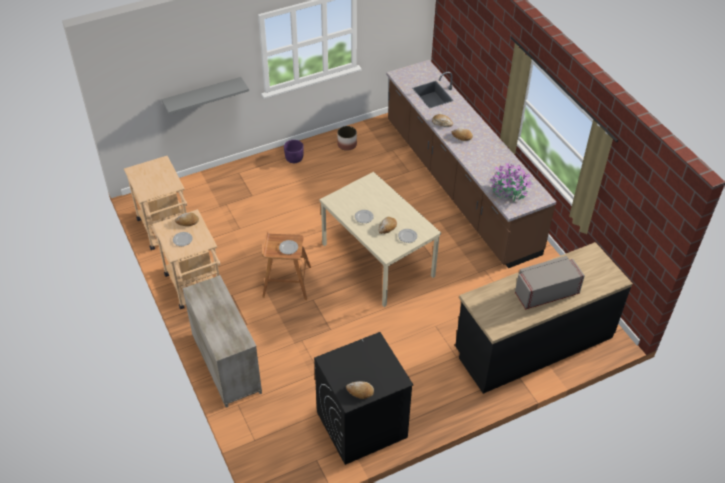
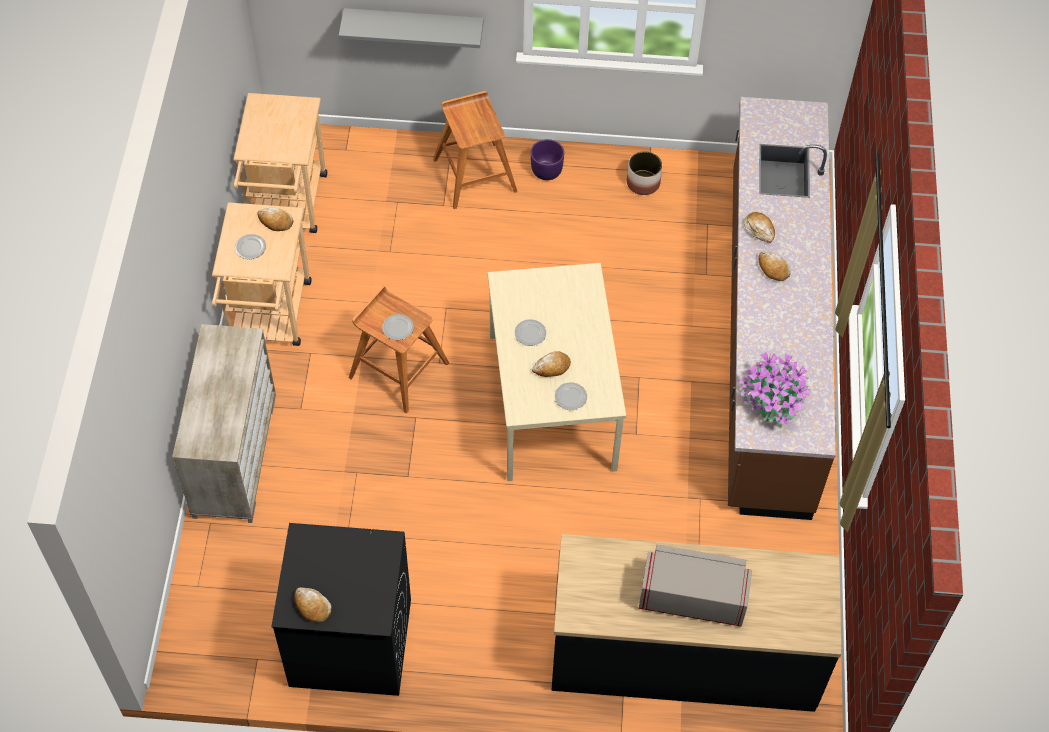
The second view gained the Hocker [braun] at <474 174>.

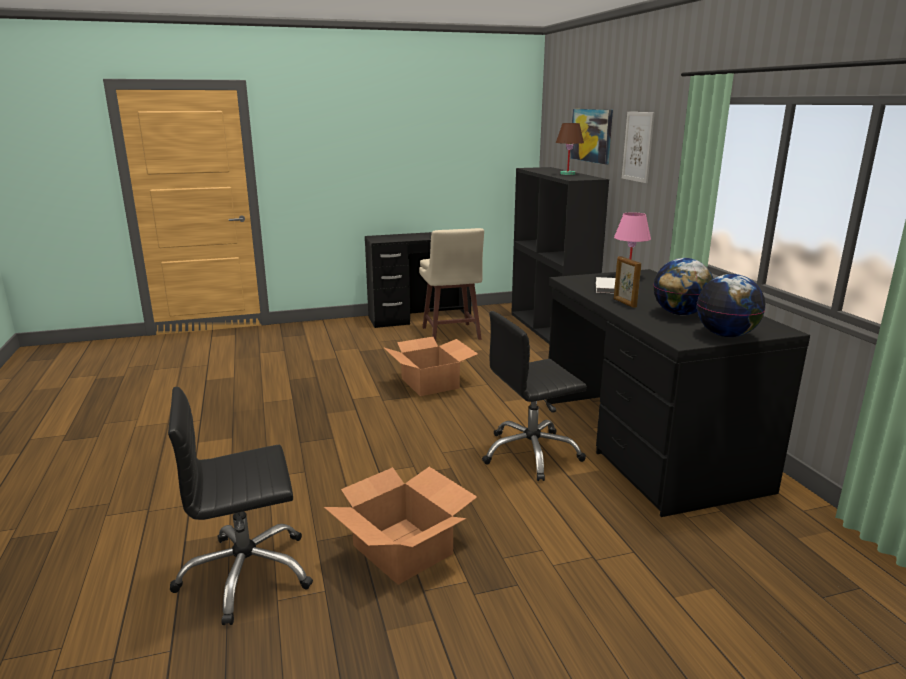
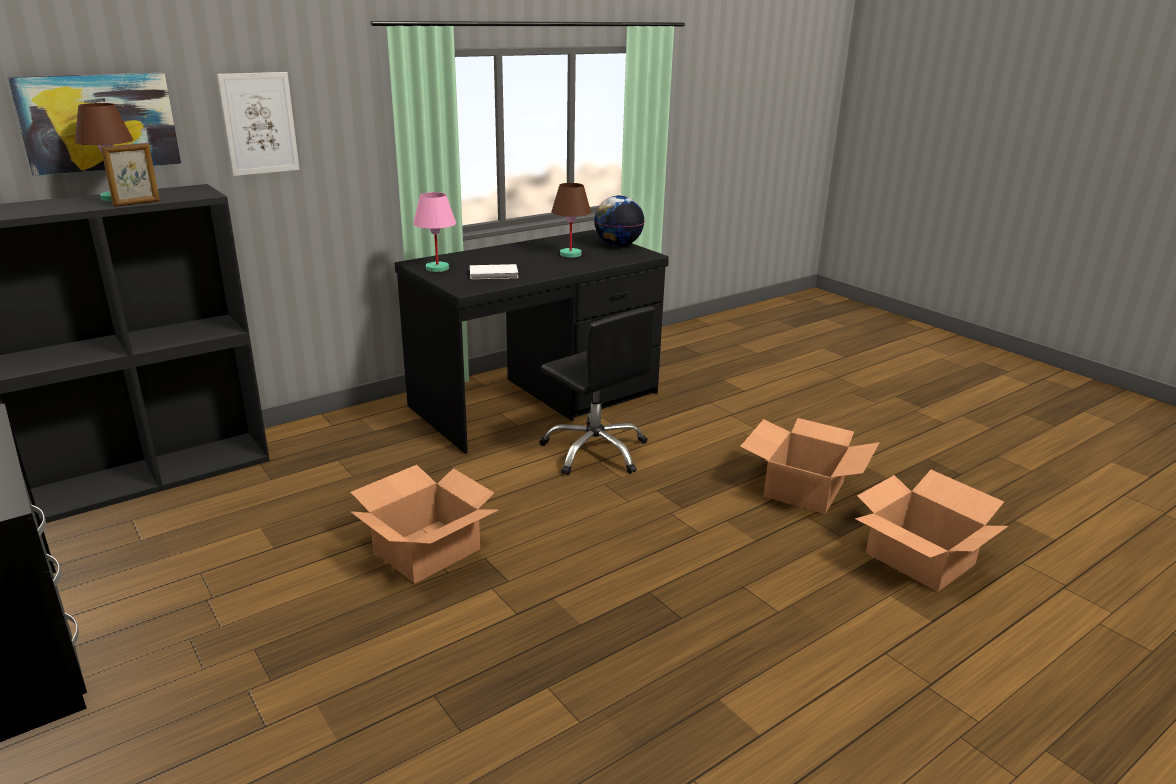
The second view lost the Hocker [beige] at <451 334>. The Bilderrahmen ended up elsewhere, having gone from <624 303> to <137 203>. Where the Globus stood at <679 314>, the Tischlampe [braun] came to stand at <571 254>. Where the Bürostuhl [schwarz] stood at <246 574>, the Karton came to stand at <919 559>.

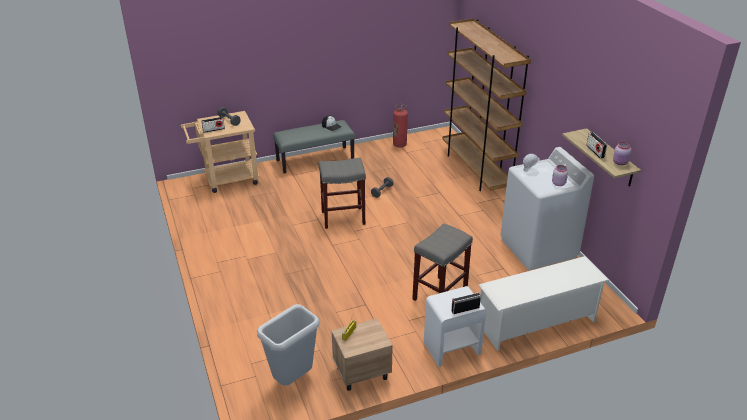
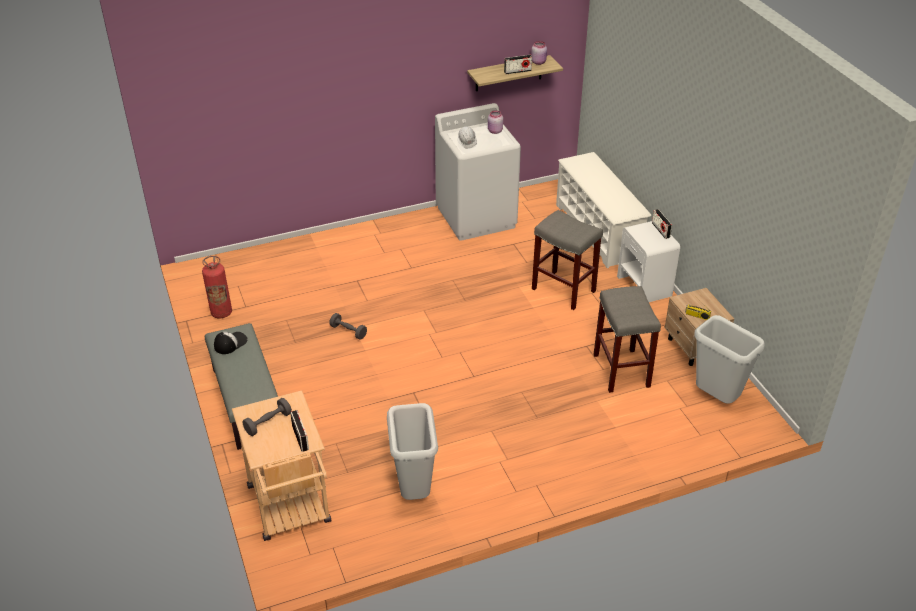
The second view lost the Bücherregal [braun] at <476 170>. The Hocker [grau] ended up elsewhere, having gone from <343 217> to <620 370>. The second view gained the Mülleimer [grau] at <415 491>.

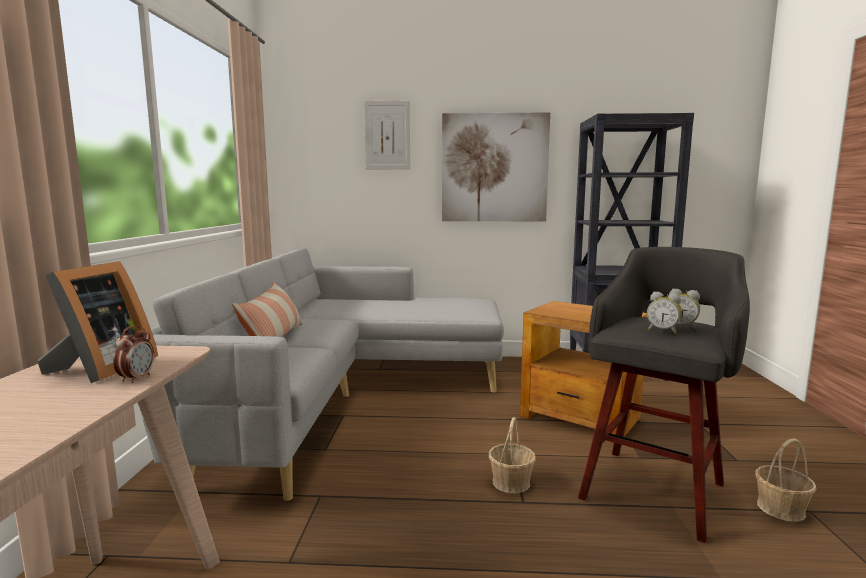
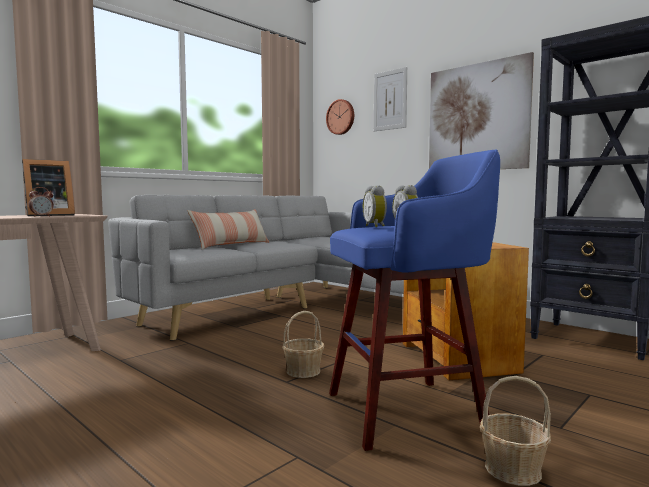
What was the Hocker [grau] at <654 488> turned into the Hocker [blau] at <409 411>. The second view gained the Wanduhr at <341 117>.

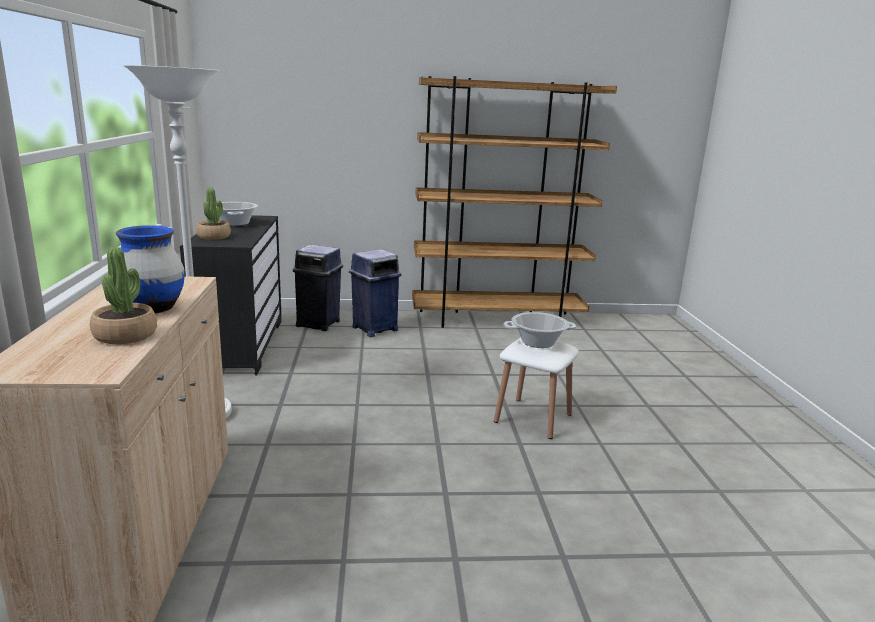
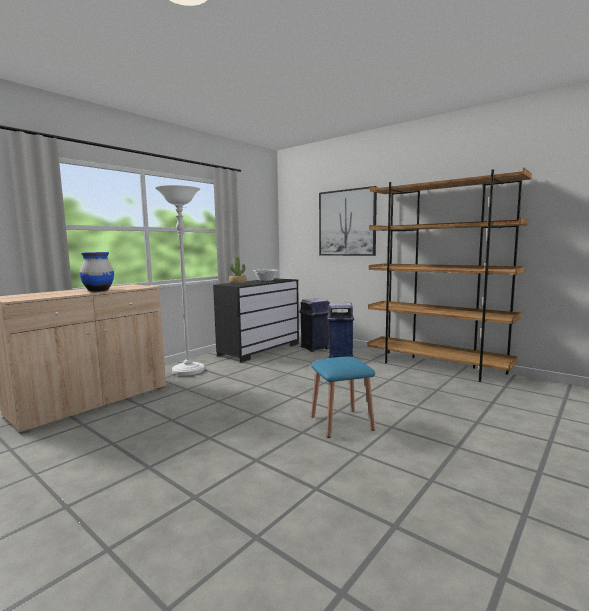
The second view lost the Topfpflanze at <125 335>. The second view lost the Kochtopf at <538 342>. What was the Hocker [weiß] at <533 418> turned into the Hocker [blau] at <341 423>. The second view gained the Bild at <347 223>.

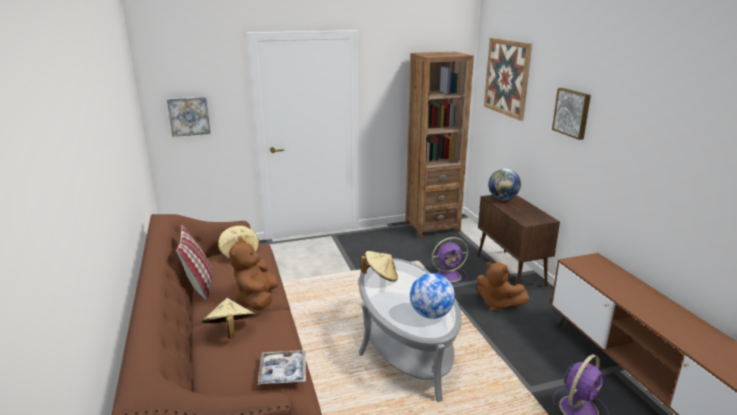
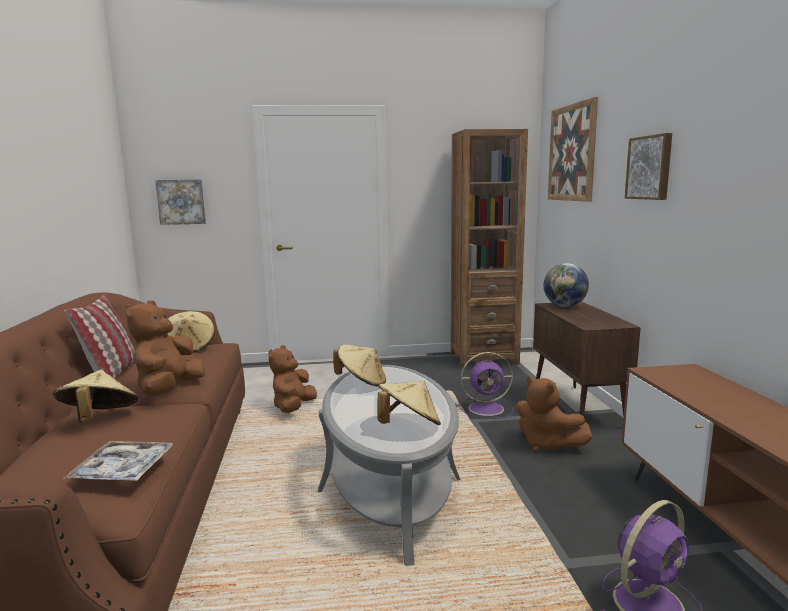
Where the Globus stood at <431 314>, the Hut [beige] came to stand at <409 426>. The second view gained the Plüschtier [braun] at <293 407>.

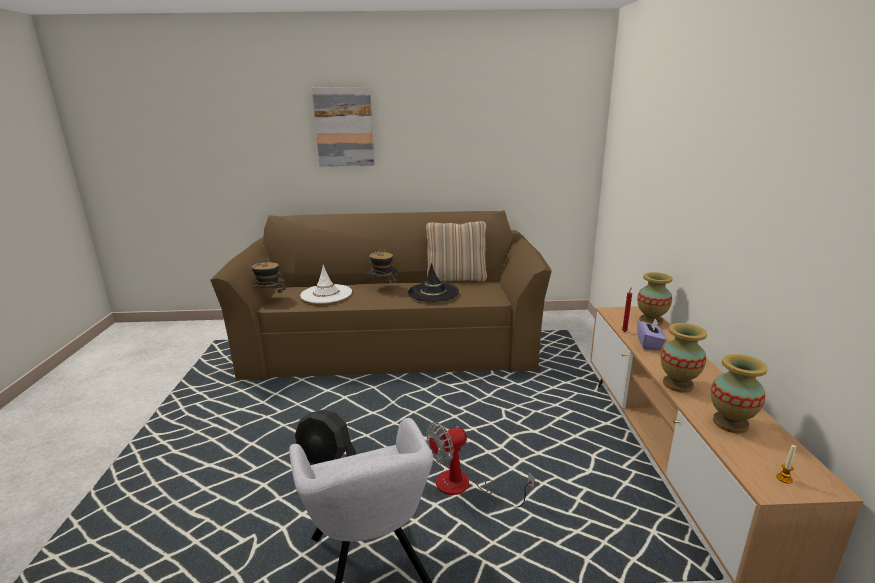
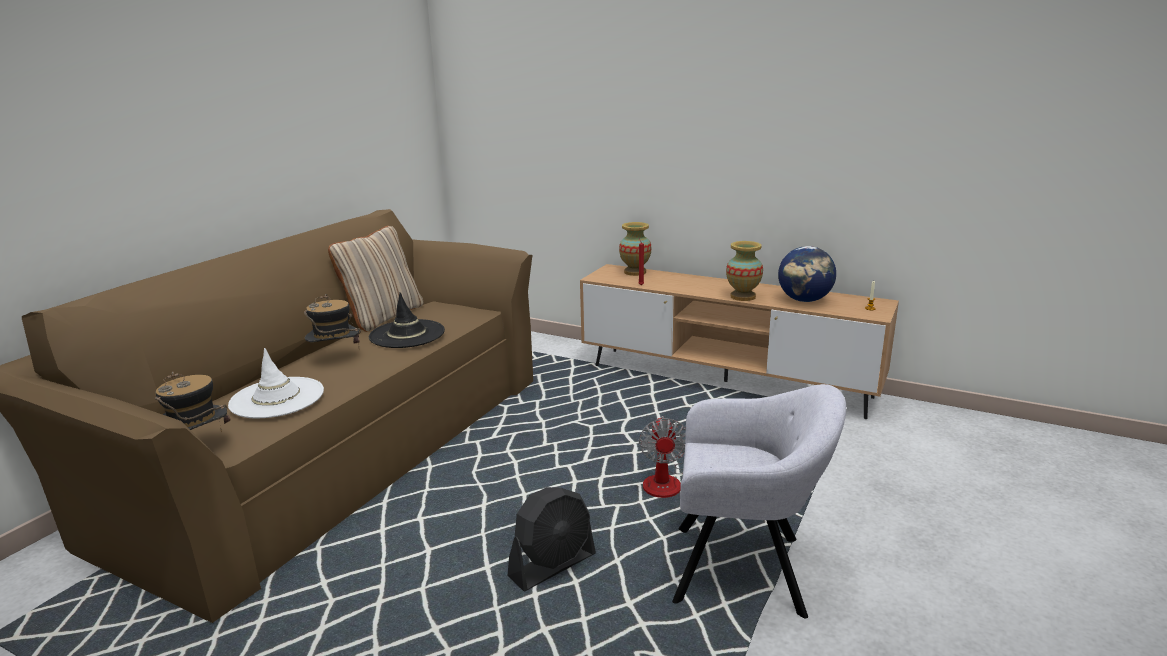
The second view lost the Bild at <344 127>. The second view lost the Taschentuchbox [lila] at <649 344>. Where the Vase stood at <730 424>, the Globus came to stand at <804 300>.

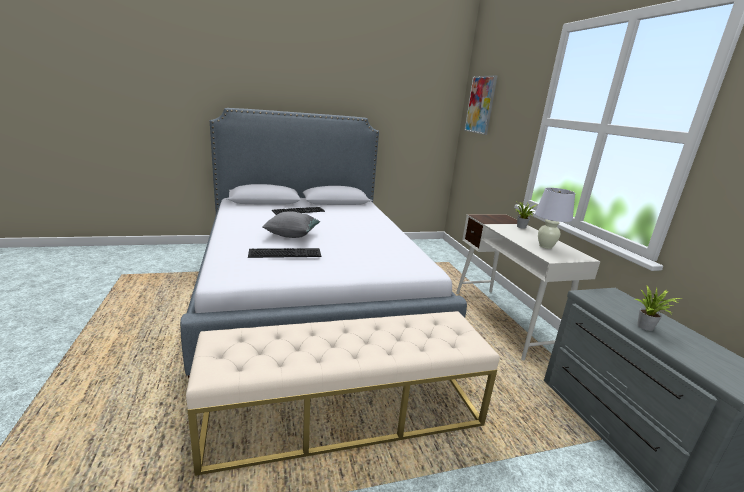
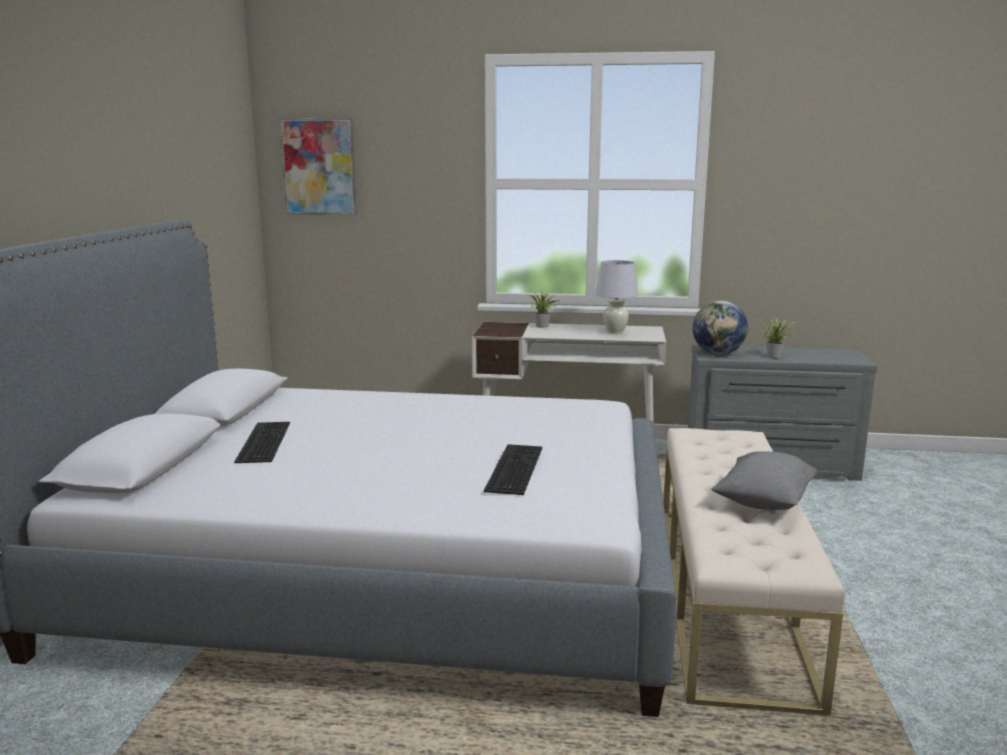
The Kissen [grau] ended up elsewhere, having gone from <291 235> to <764 502>. The second view gained the Globus at <718 354>.

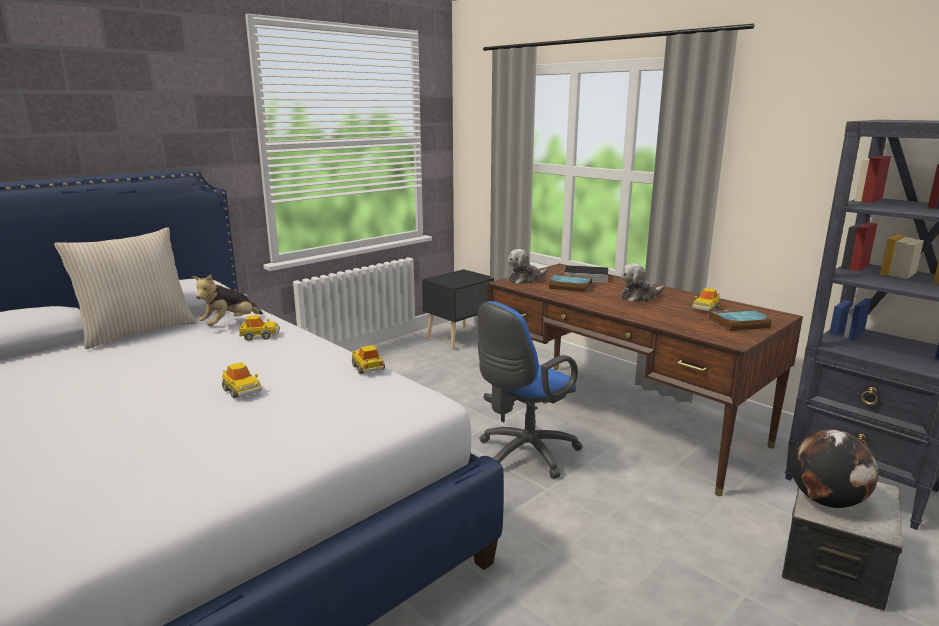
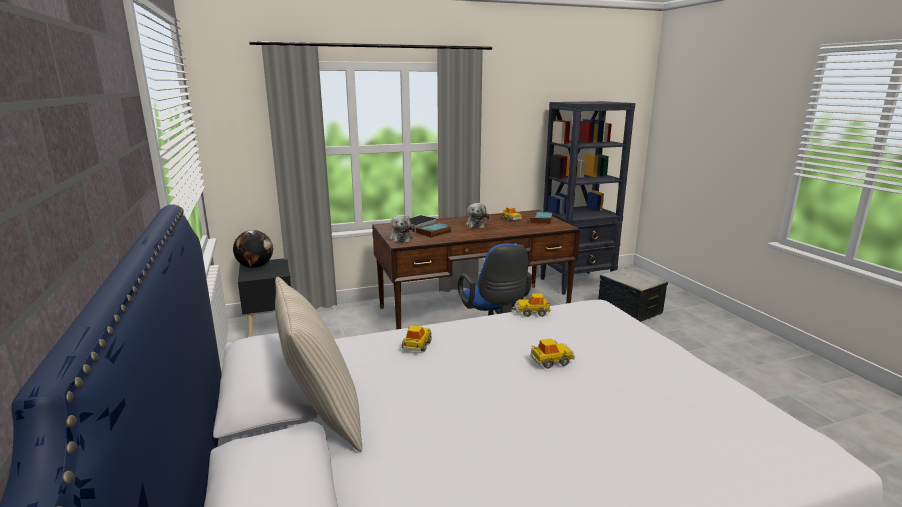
The second view lost the Plüschtier at <230 324>. The Globus ended up elsewhere, having gone from <826 500> to <255 266>.

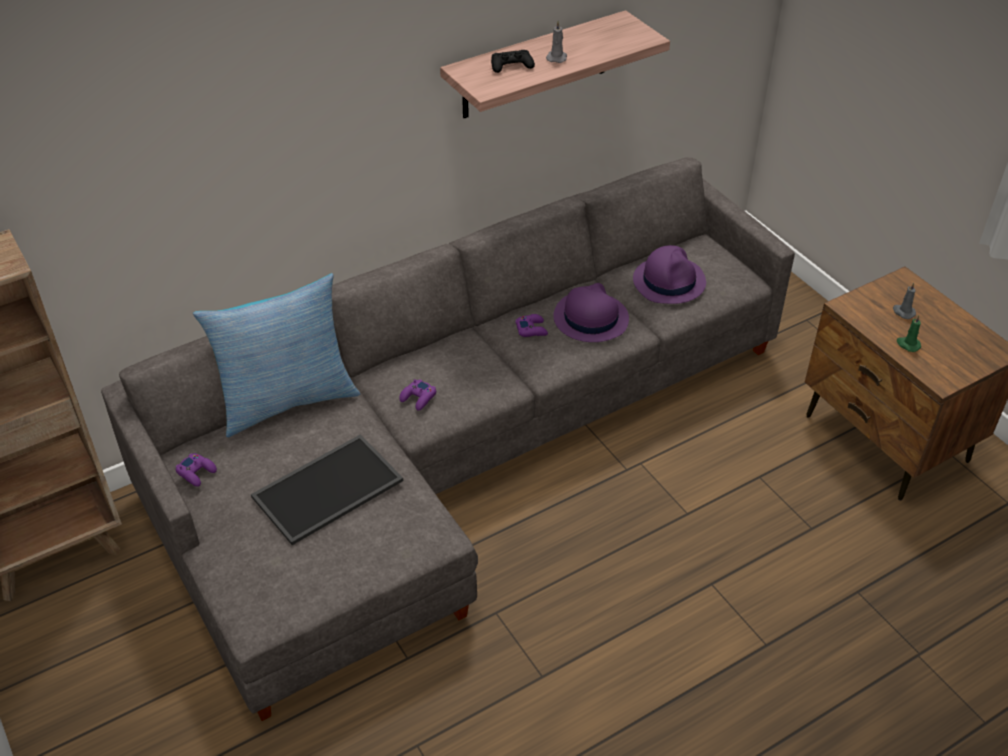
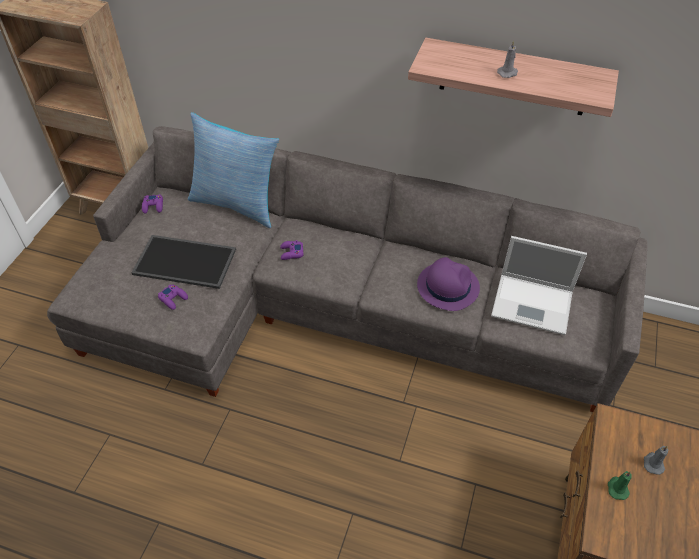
The second view lost the Gamepad [schwarz] at <511 65>. Where the Hut [lila] stood at <669 281>, the Laptop came to stand at <533 304>. The Gamepad [lila] ended up elsewhere, having gone from <531 329> to <173 299>.

